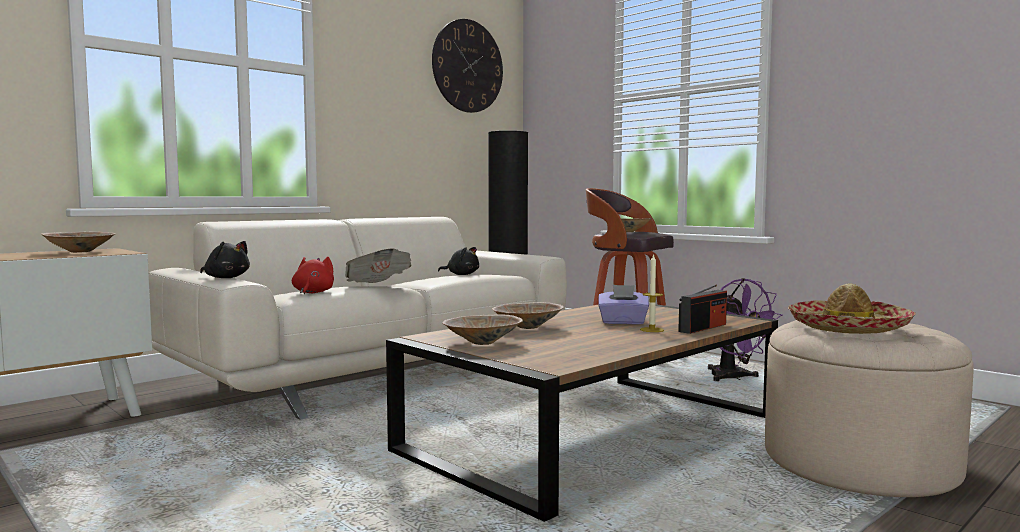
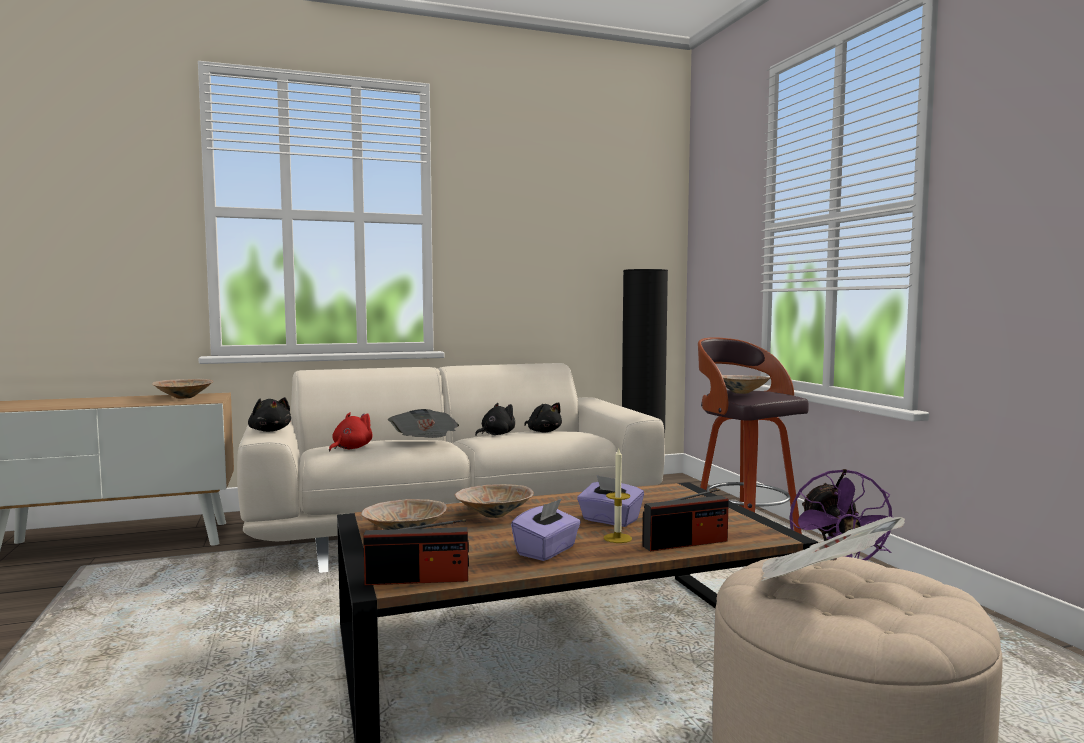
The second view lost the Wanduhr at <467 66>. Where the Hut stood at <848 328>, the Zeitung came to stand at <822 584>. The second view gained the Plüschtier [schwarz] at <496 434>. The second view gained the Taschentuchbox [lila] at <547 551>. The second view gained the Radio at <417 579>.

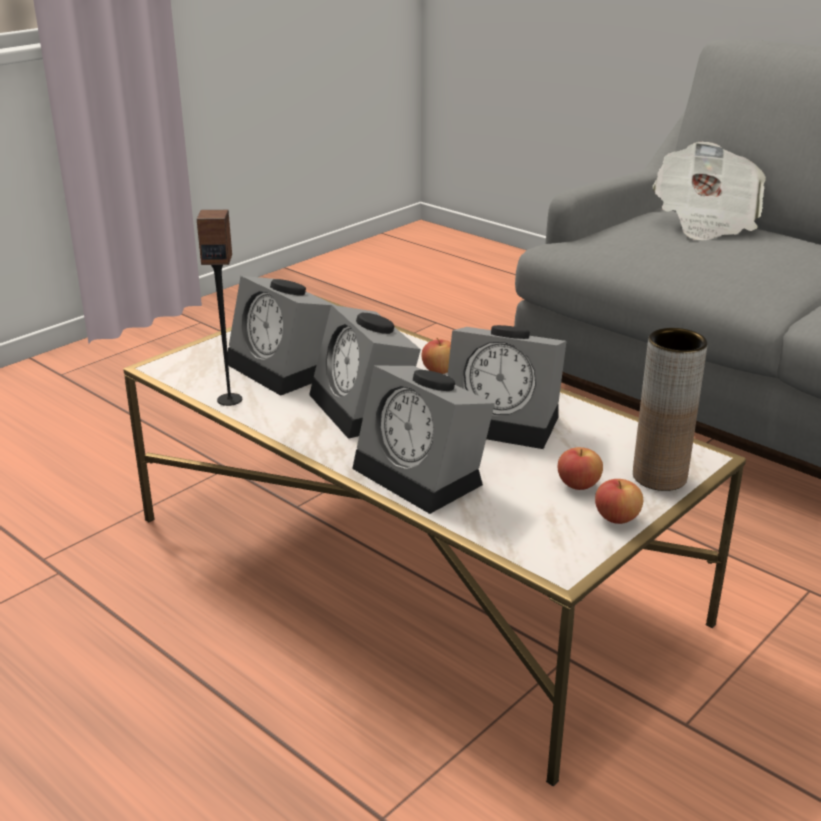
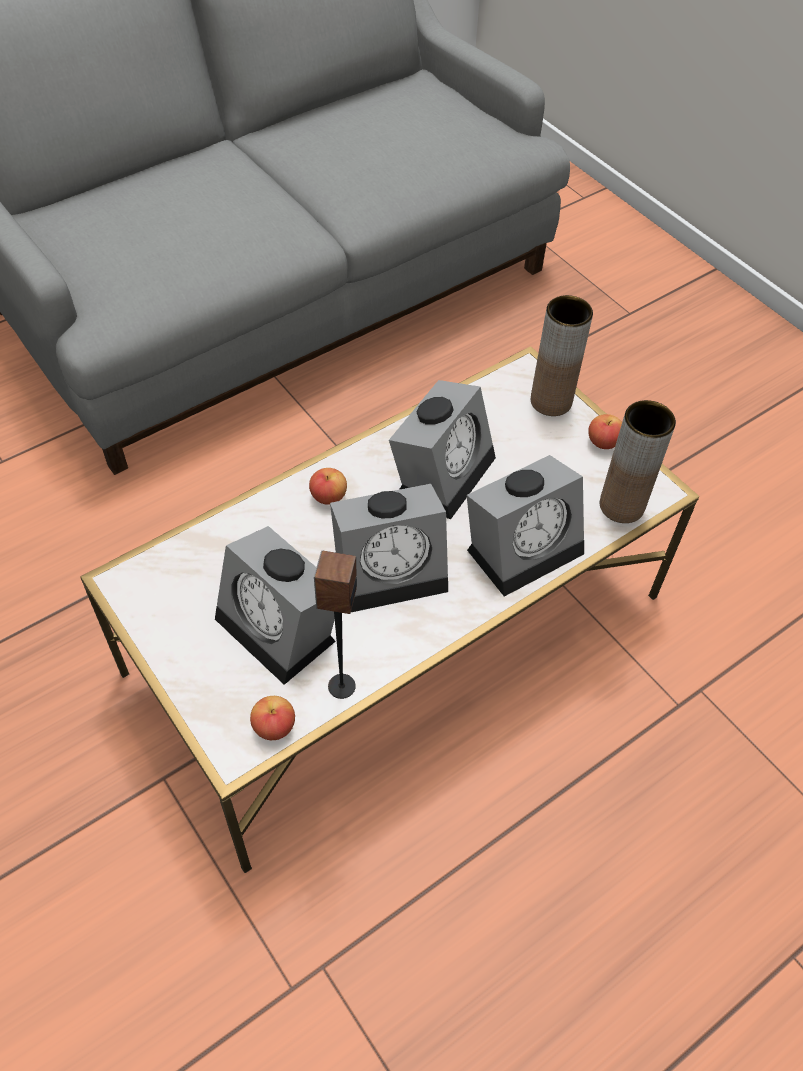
The second view lost the Zeitung at <705 222>. The Wecker at <284 369> ended up facing another way, 75 degrees clockwise from before. The Apfel ended up elsewhere, having gone from <578 484> to <274 726>. The second view gained the Vase [braun] at <621 506>.

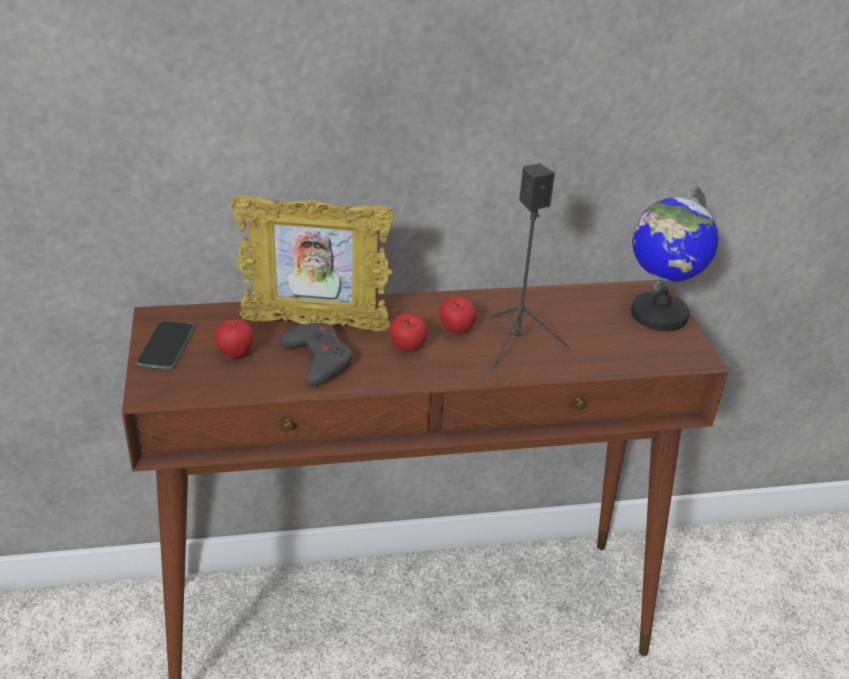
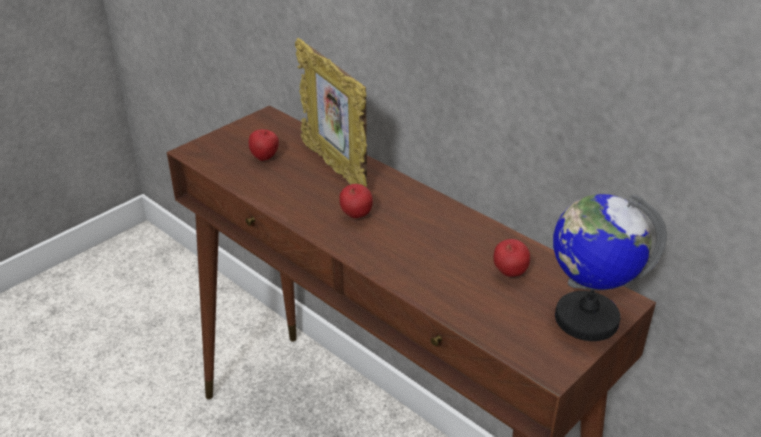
The second view lost the Lautsprecher [schwarz] at <518 344>. The Apfel ended up elsewhere, having gone from <456 332> to <509 274>. The second view lost the Handy at <166 346>. The second view lost the Gamepad [grau] at <317 359>.

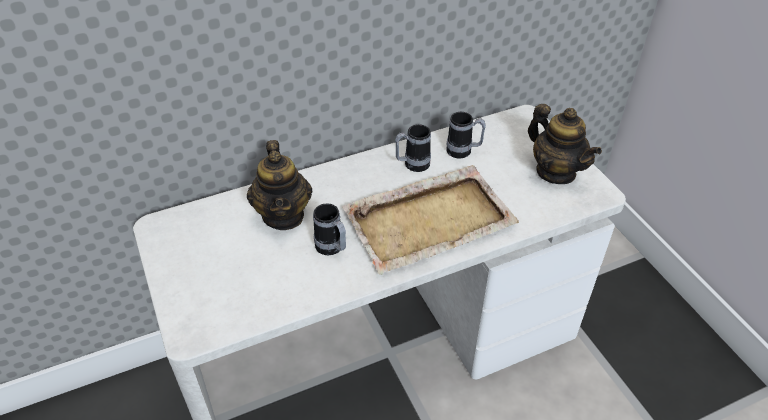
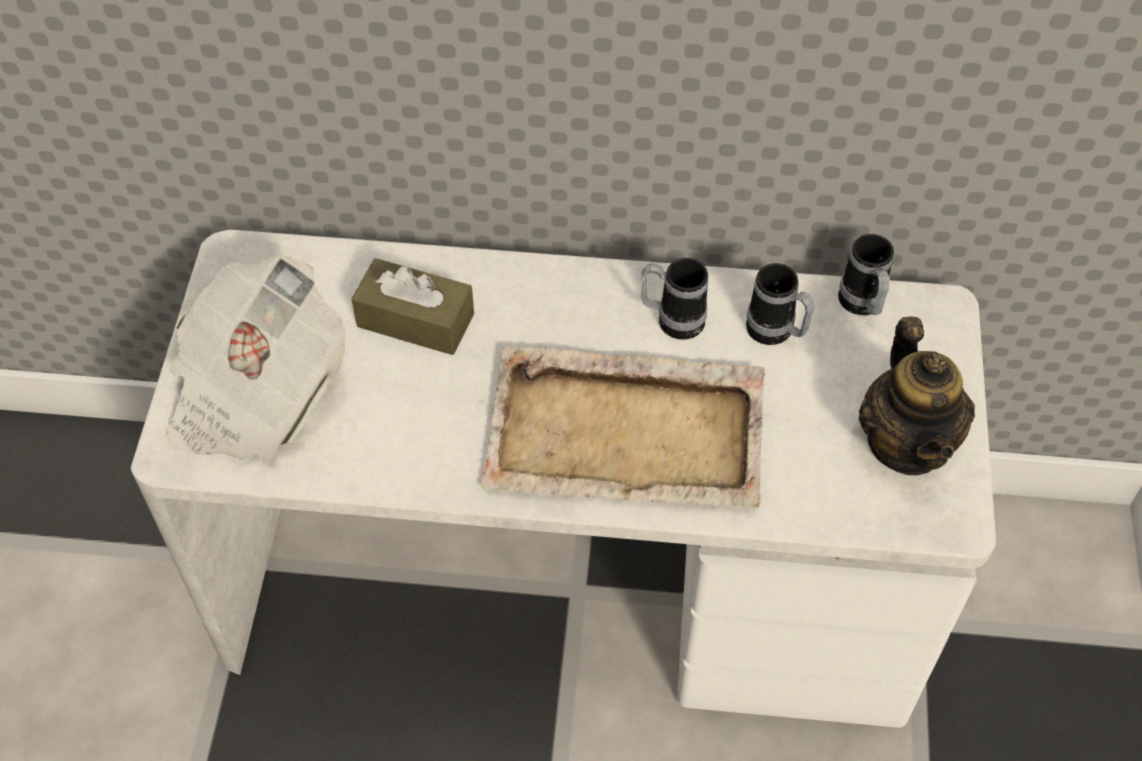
Where the Teekanne stood at <283 215>, the Taschentuchbox [braun] came to stand at <415 320>. The Henkelbecher ended up elsewhere, having gone from <332 249> to <862 306>. The second view gained the Zeitung at <256 393>.

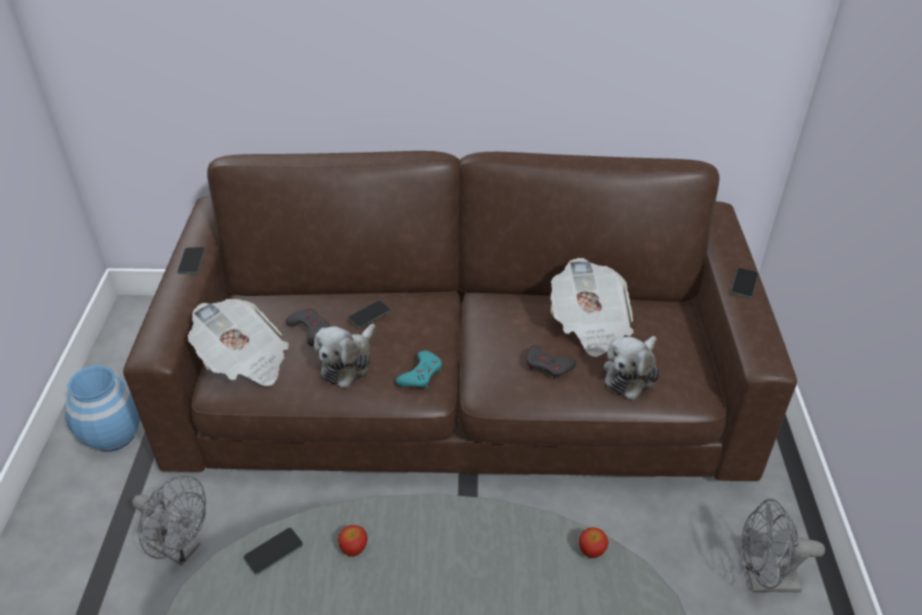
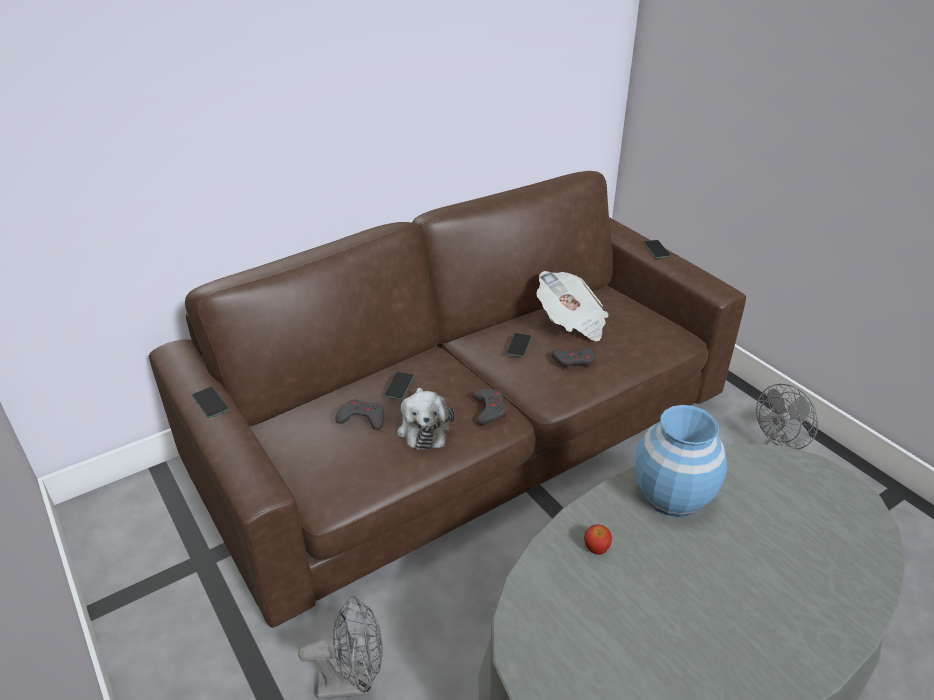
The second view lost the Zeitung at <244 360>. The second view lost the Plüschtier at <631 374>. What was the Gamepad [türkis] at <421 374> turned into the Gamepad [grau] at <489 409>. The Vase [blau] ended up elsewhere, having gone from <113 435> to <672 496>. The second view lost the Apfel at <591 551>. The Handy ended up elsewhere, having gone from <273 551> to <519 345>.

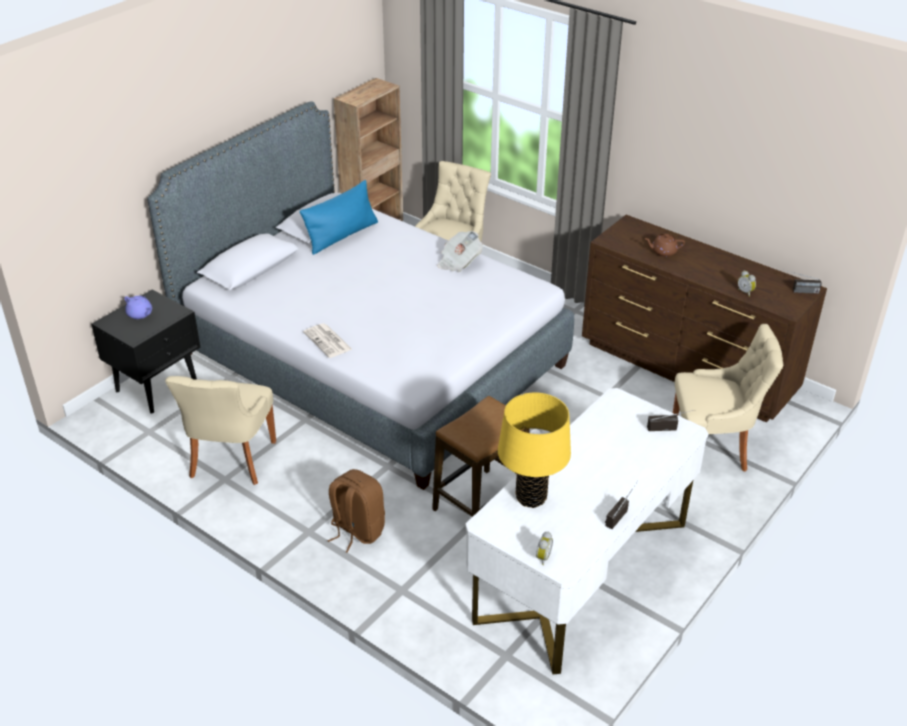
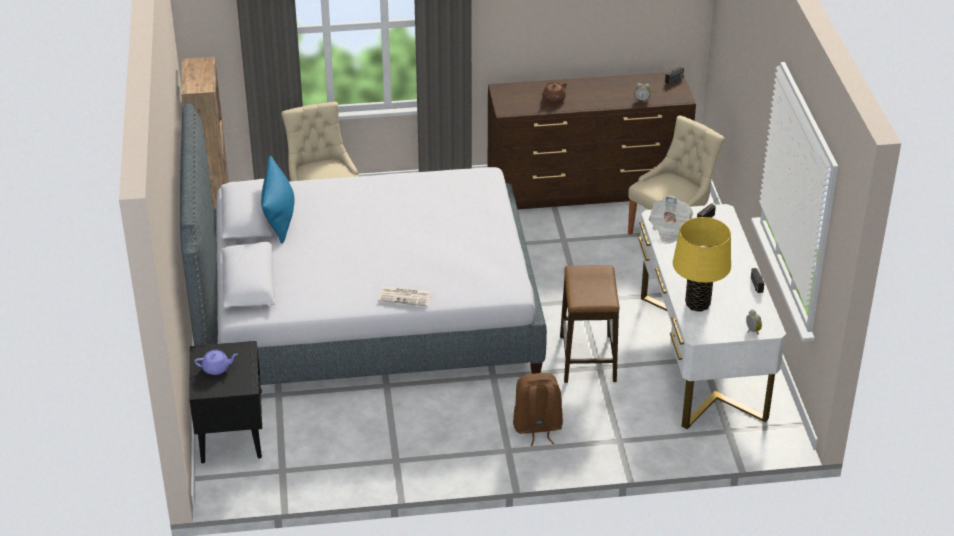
The Zeitung ended up elsewhere, having gone from <458 262> to <670 230>. The second view lost the Stuhl [beige] at <231 461>.

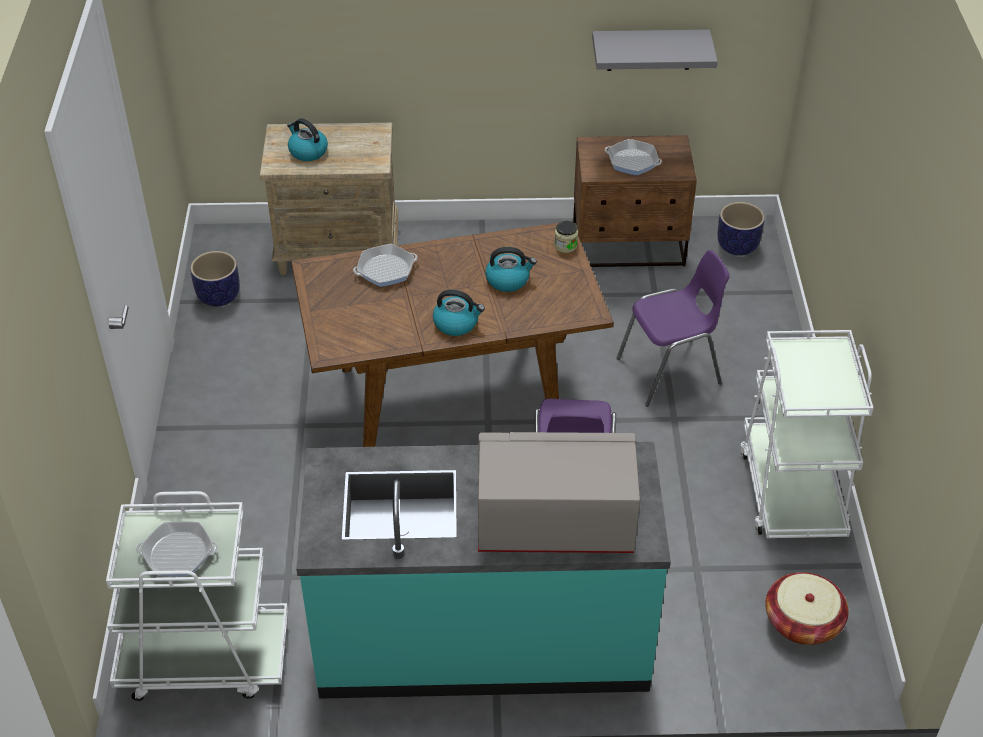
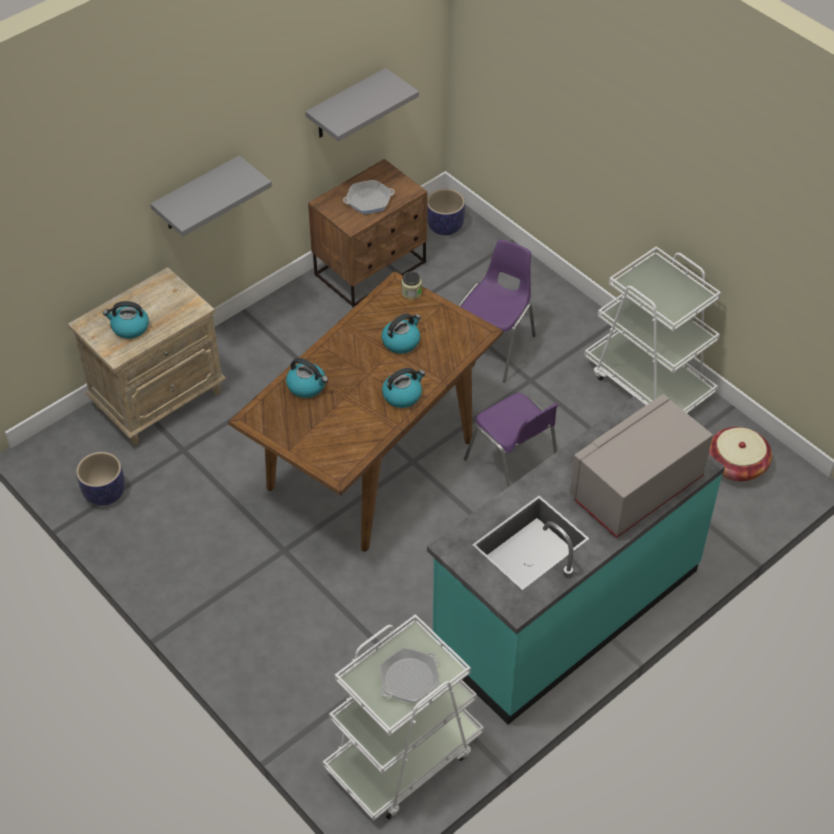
Where the Pfanne stood at <385 270>, the Wasserkessel came to stand at <307 386>. The second view gained the Wandregal [grau] at <197 195>.

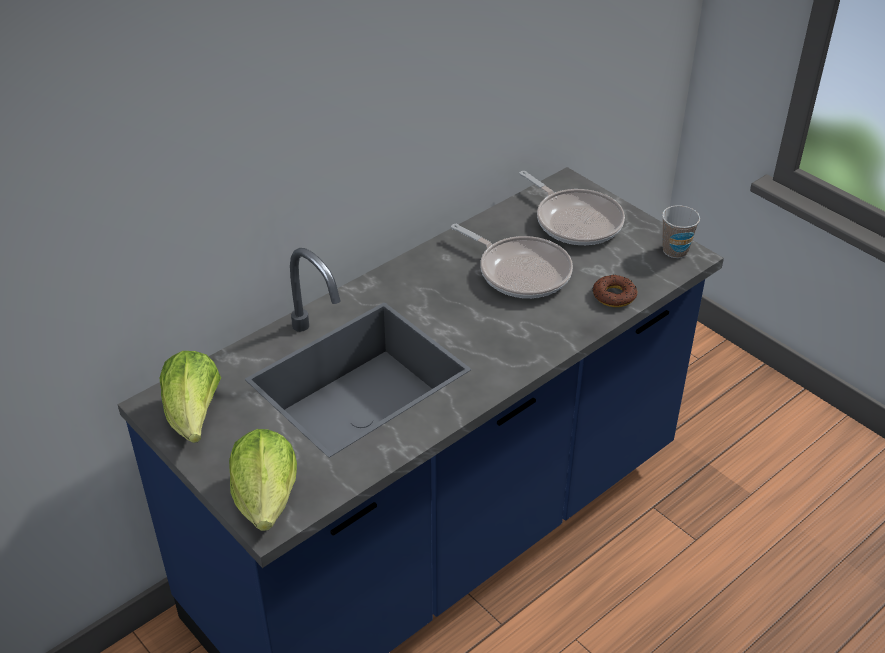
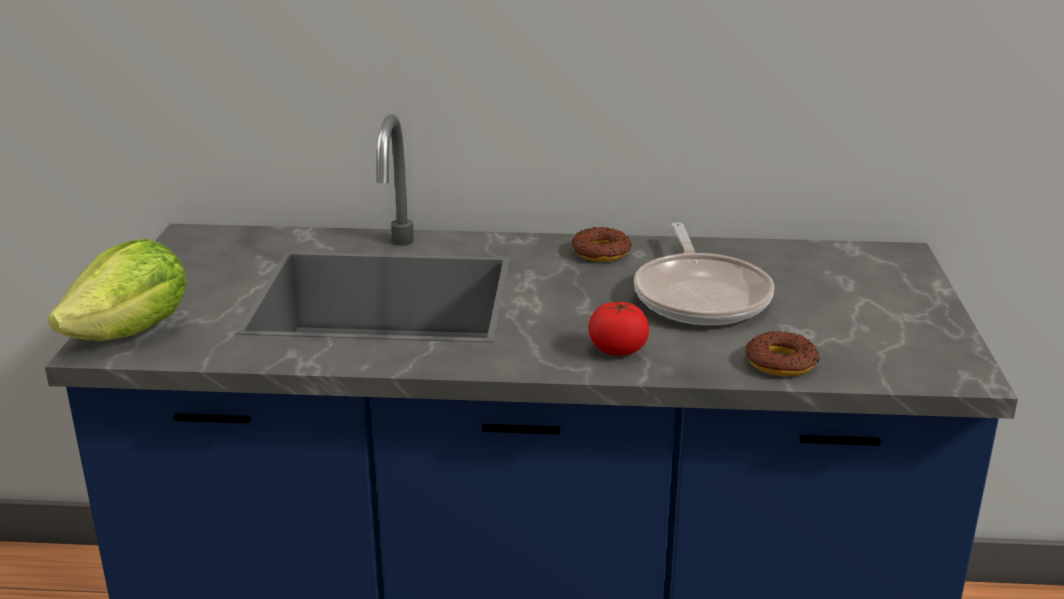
The second view lost the Pfanne at <575 221>. The second view lost the Tasse at <675 251>. The second view lost the Salatkopf at <194 417>. The second view gained the Donut at <600 252>. The second view gained the Tomate at <618 349>.

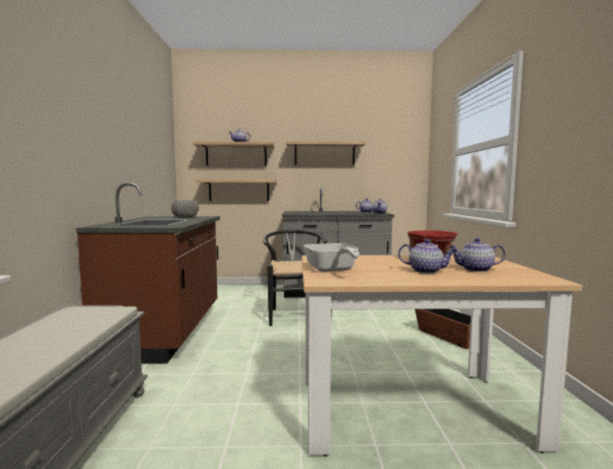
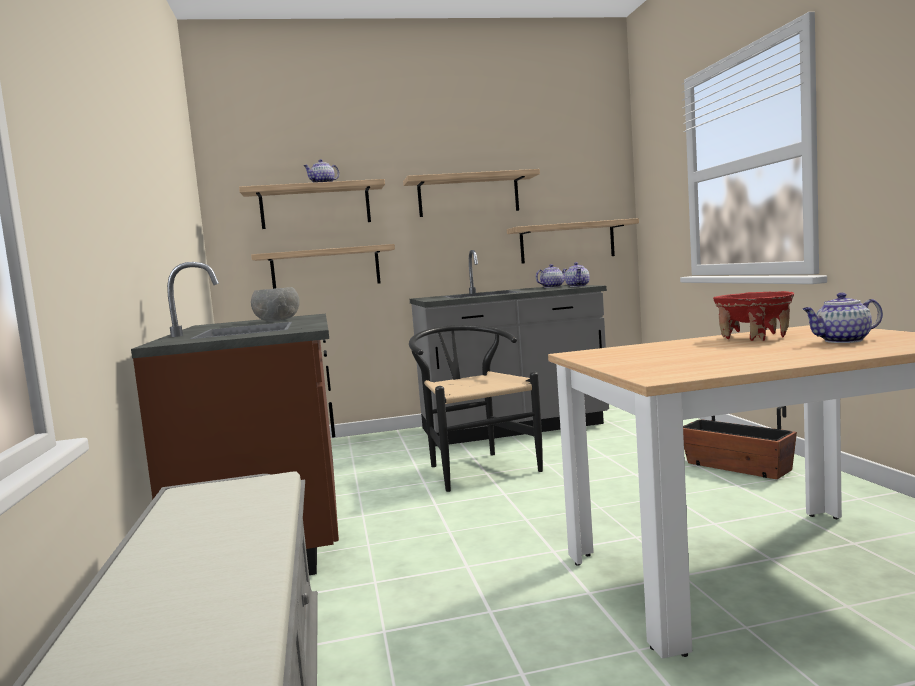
The second view lost the Teekanne at <426 271>. The second view lost the Pfanne at <332 270>. The second view gained the Wandregal at <567 242>.

